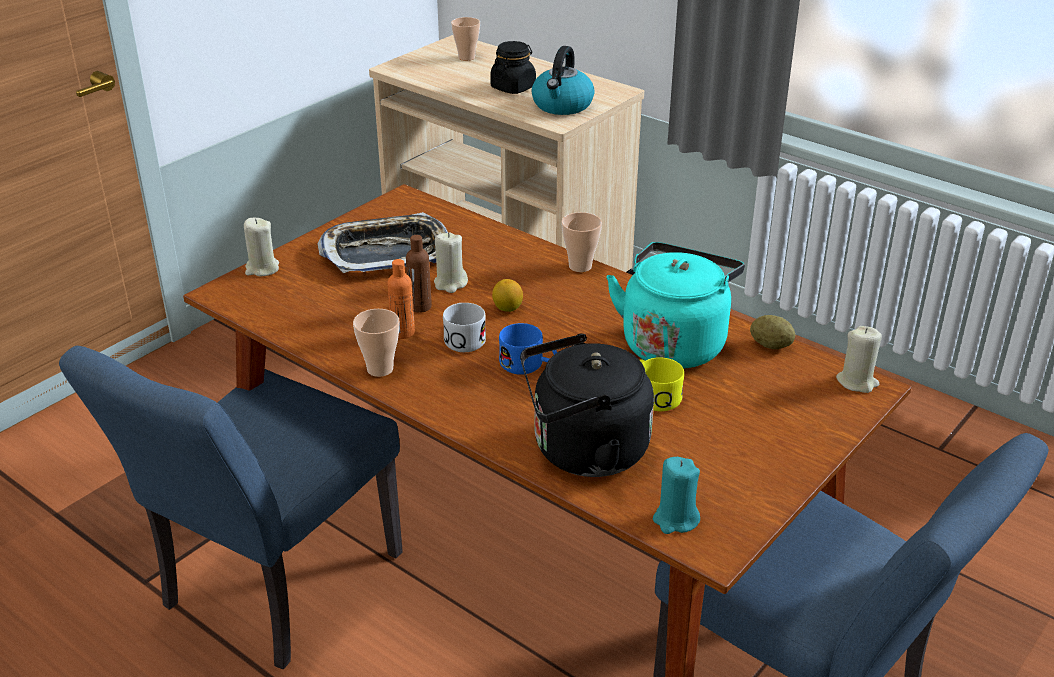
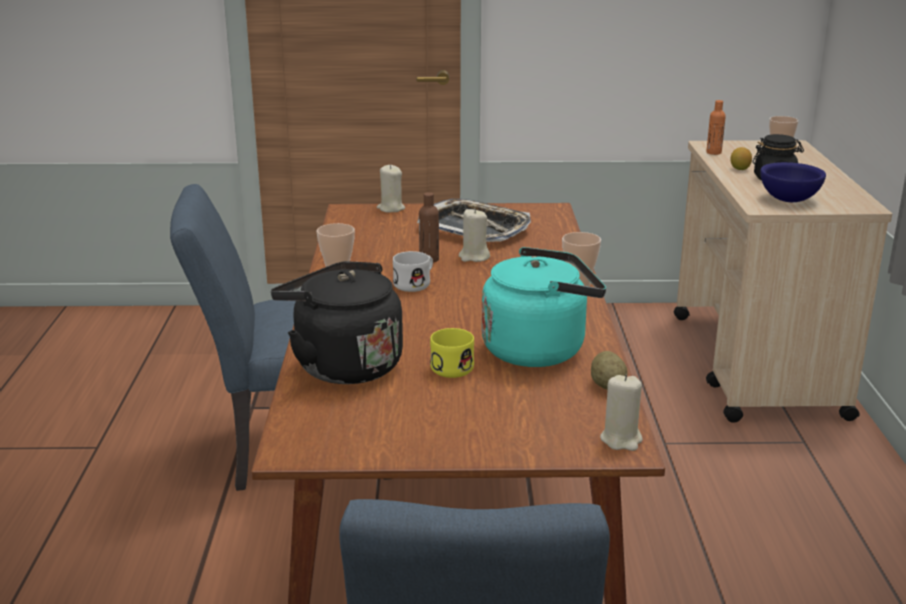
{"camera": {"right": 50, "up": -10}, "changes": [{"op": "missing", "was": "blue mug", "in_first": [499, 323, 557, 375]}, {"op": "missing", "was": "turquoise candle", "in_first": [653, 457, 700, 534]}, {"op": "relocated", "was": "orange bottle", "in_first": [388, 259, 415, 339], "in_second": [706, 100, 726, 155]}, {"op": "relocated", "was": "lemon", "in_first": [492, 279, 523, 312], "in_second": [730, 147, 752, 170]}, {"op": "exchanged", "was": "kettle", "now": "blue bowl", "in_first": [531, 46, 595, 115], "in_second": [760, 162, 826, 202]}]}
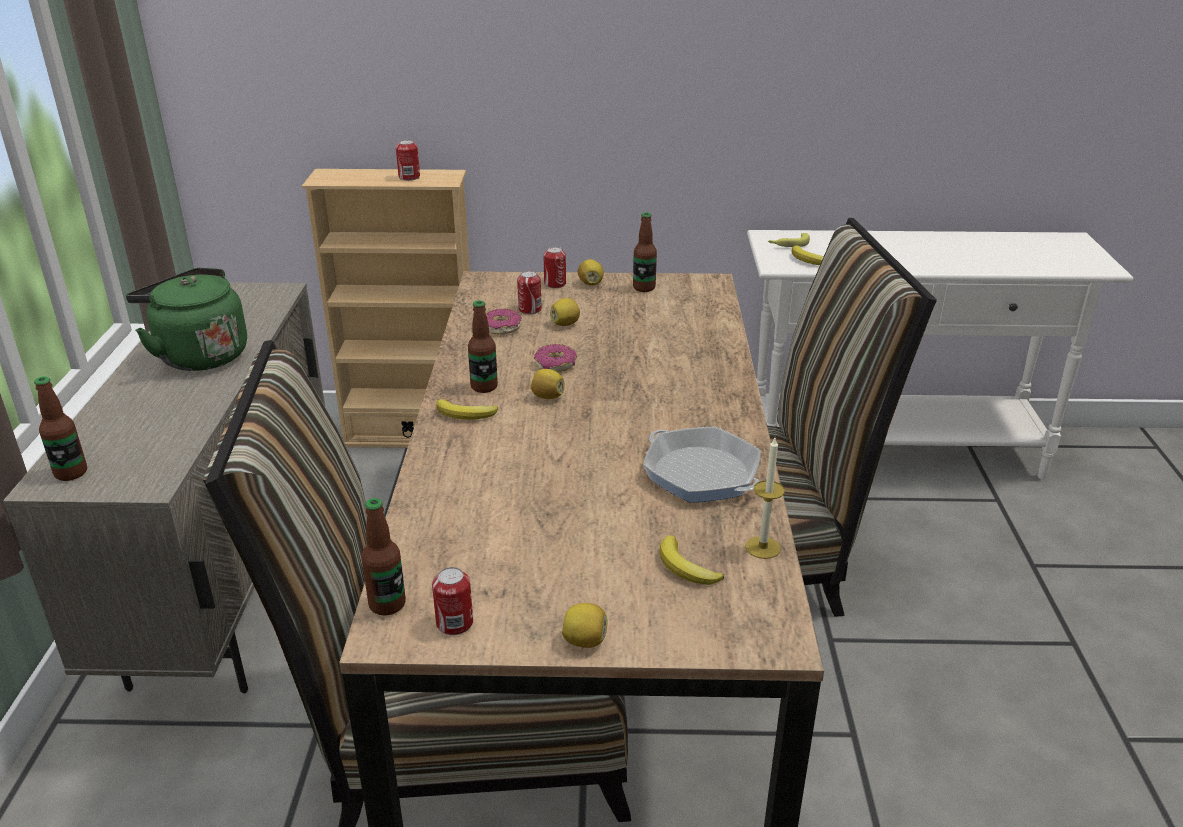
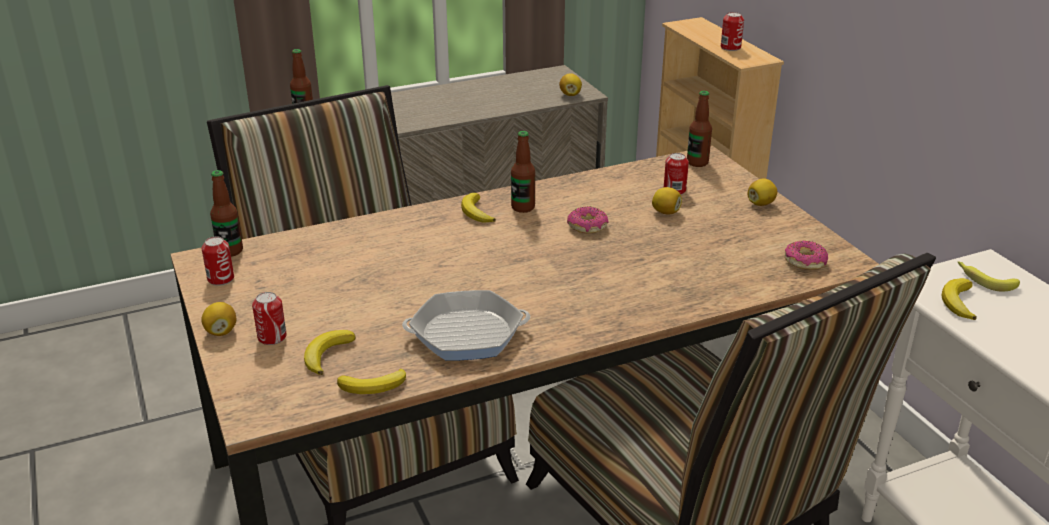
{"camera": {"right": 65, "up": 0}, "changes": [{"op": "missing", "was": "green kettle", "in_first": [126, 268, 247, 371]}, {"op": "relocated", "was": "donut", "in_first": [486, 309, 522, 334], "in_second": [785, 240, 828, 270]}, {"op": "relocated", "was": "lemon", "in_first": [531, 369, 564, 399], "in_second": [559, 73, 582, 96]}, {"op": "relocated", "was": "can", "in_first": [543, 247, 566, 288], "in_second": [252, 292, 287, 345]}, {"op": "relocated", "was": "bottle", "in_first": [633, 213, 657, 292], "in_second": [687, 91, 712, 167]}, {"op": "exchanged", "was": "candle", "now": "banana", "in_first": [745, 438, 785, 559], "in_second": [337, 369, 406, 394]}, {"op": "spun", "was": "frying pan", "in_first": [643, 426, 761, 503], "in_second": [402, 290, 530, 361], "clockwise": -120}]}
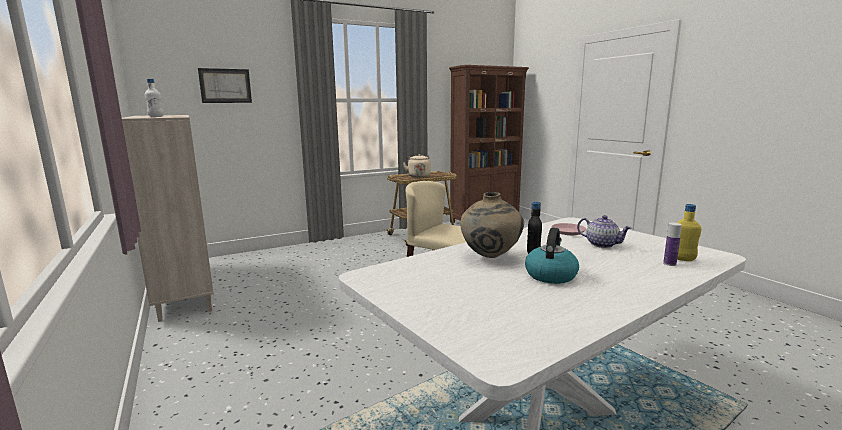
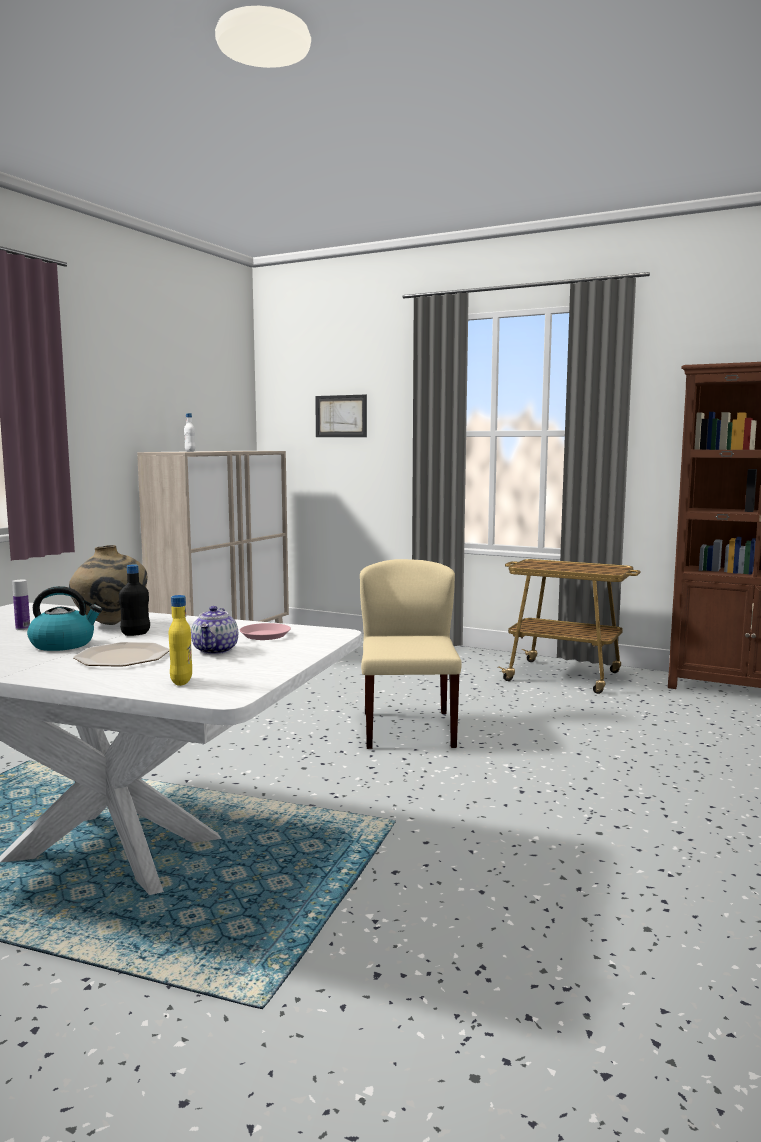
{"camera": {"right": 55, "up": -5}, "changes": [{"op": "missing", "was": "beige kettle", "in_first": [403, 154, 431, 177]}, {"op": "appeared", "now": "plate", "in_second": [73, 642, 170, 667]}, {"op": "relocated", "was": "bottle", "in_first": [663, 223, 682, 266], "in_second": [12, 580, 30, 630]}]}
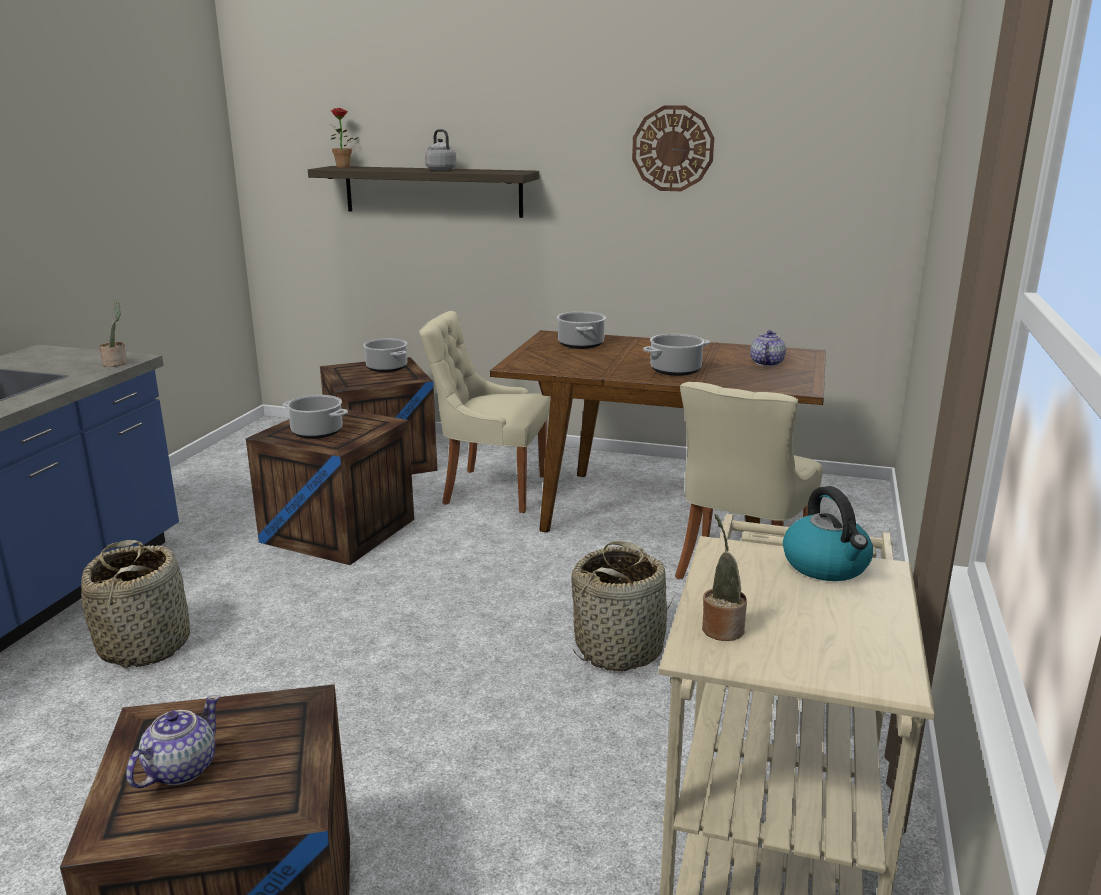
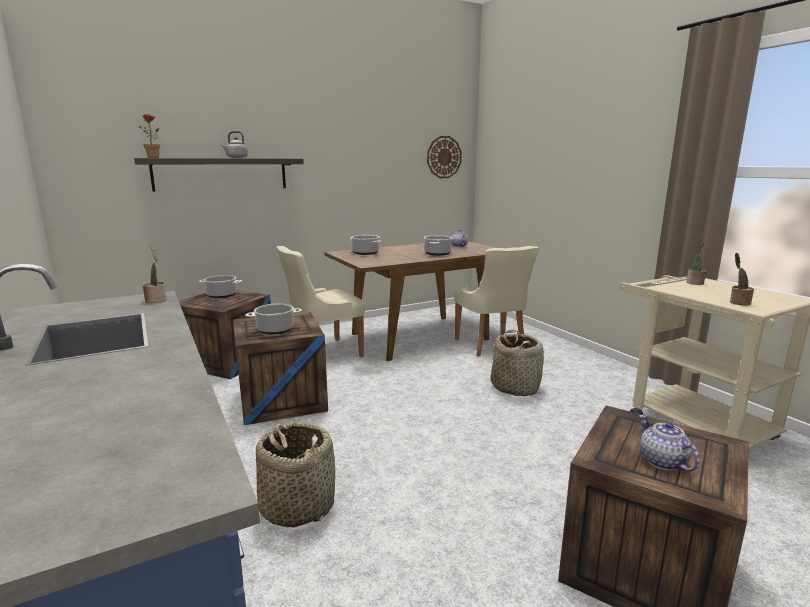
{"camera": {"right": -45, "up": -5}, "changes": [{"op": "relocated", "was": "wall clock", "in_first": [632, 106, 714, 191], "in_second": [427, 136, 462, 178]}, {"op": "exchanged", "was": "kettle", "now": "potted plant", "in_first": [783, 486, 873, 581], "in_second": [686, 242, 706, 285]}]}
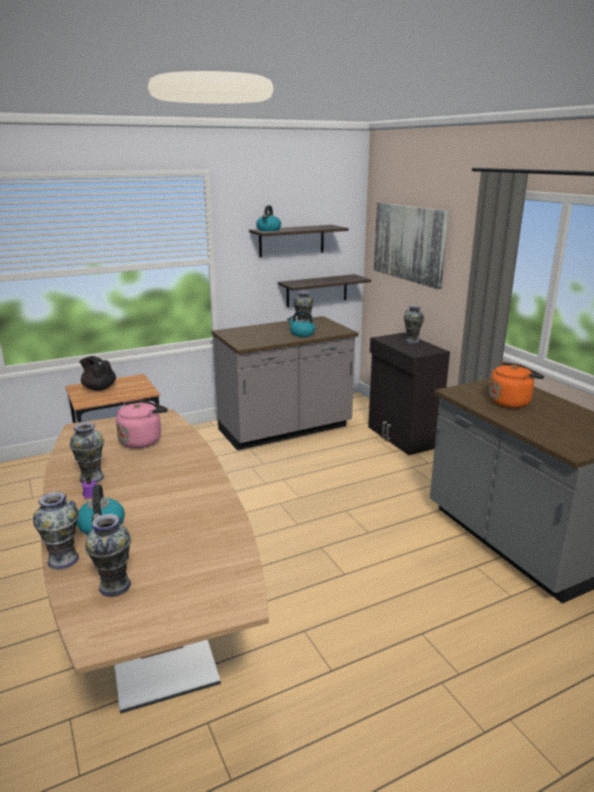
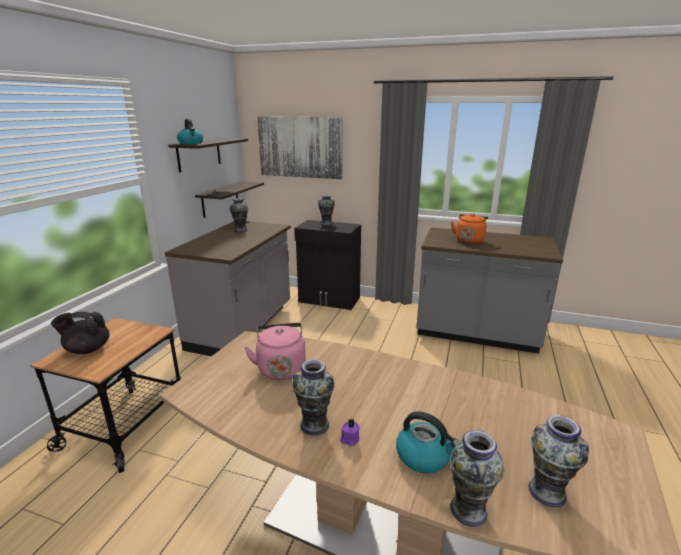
{"camera": {"right": -45, "up": 0}, "changes": [{"op": "missing", "was": "kettle", "in_first": [287, 310, 316, 337]}]}
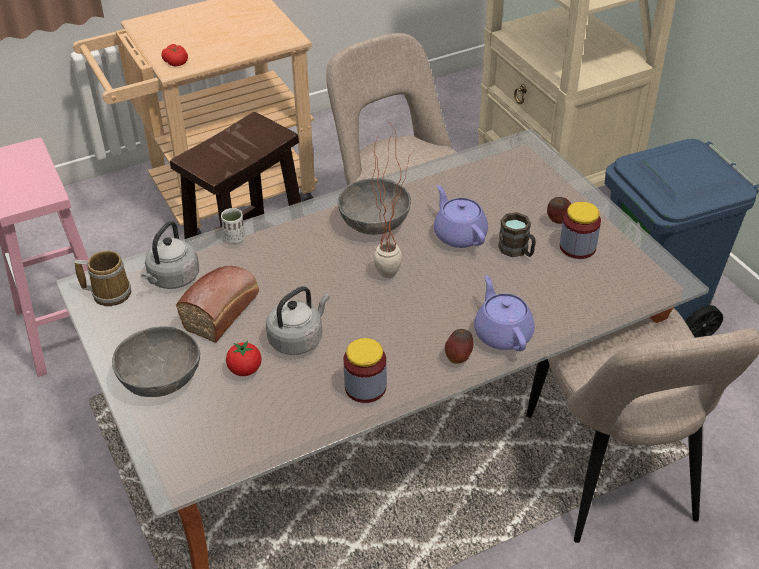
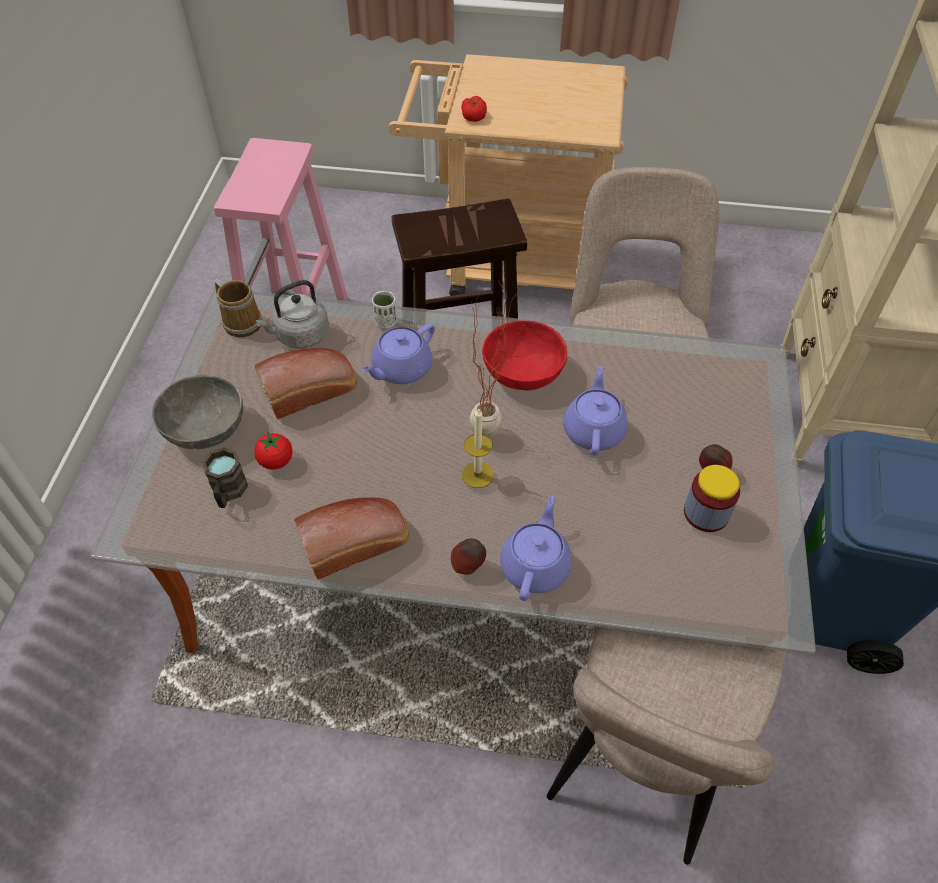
{"camera": {"right": 35, "up": 10}, "changes": [{"op": "missing", "was": "grey kettle", "in_first": [266, 286, 330, 355]}, {"op": "appeared", "now": "purple teapot", "in_second": [361, 323, 435, 384]}, {"op": "appeared", "now": "candle", "in_second": [462, 409, 494, 488]}, {"op": "relocated", "was": "brown mug", "in_first": [498, 212, 536, 257], "in_second": [202, 447, 248, 508]}, {"op": "exchanged", "was": "jar", "now": "bread", "in_first": [343, 338, 387, 403], "in_second": [294, 497, 409, 579]}, {"op": "colour", "was": "grey bowl", "now": "red bowl", "in_first": [338, 178, 411, 235], "in_second": [482, 321, 567, 390]}]}
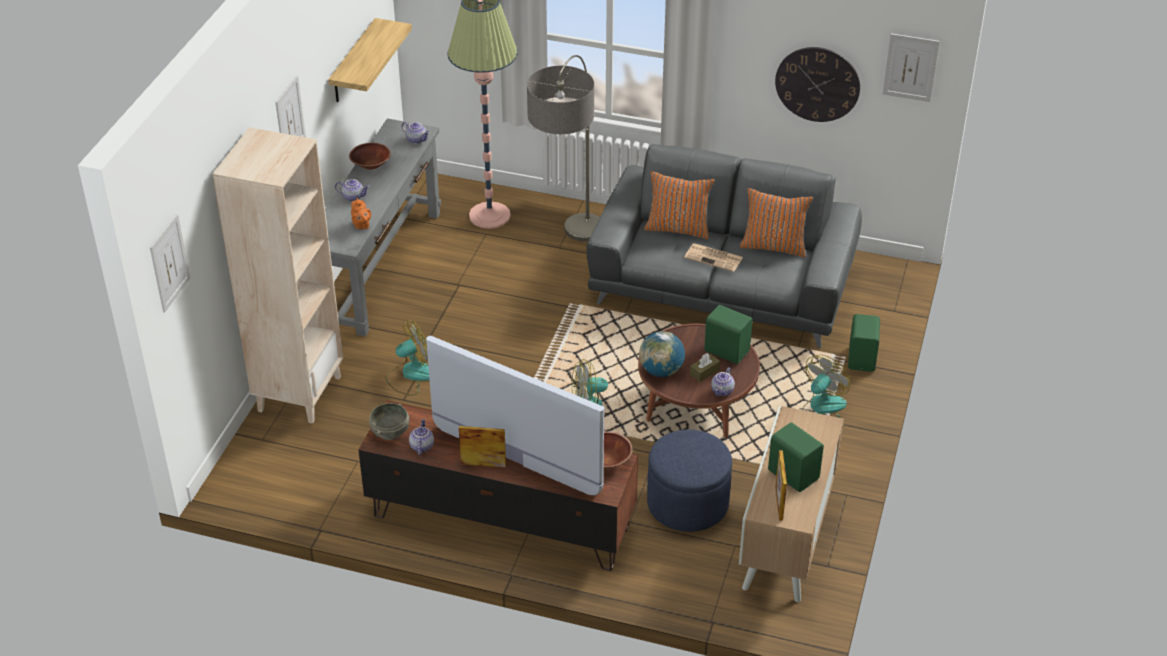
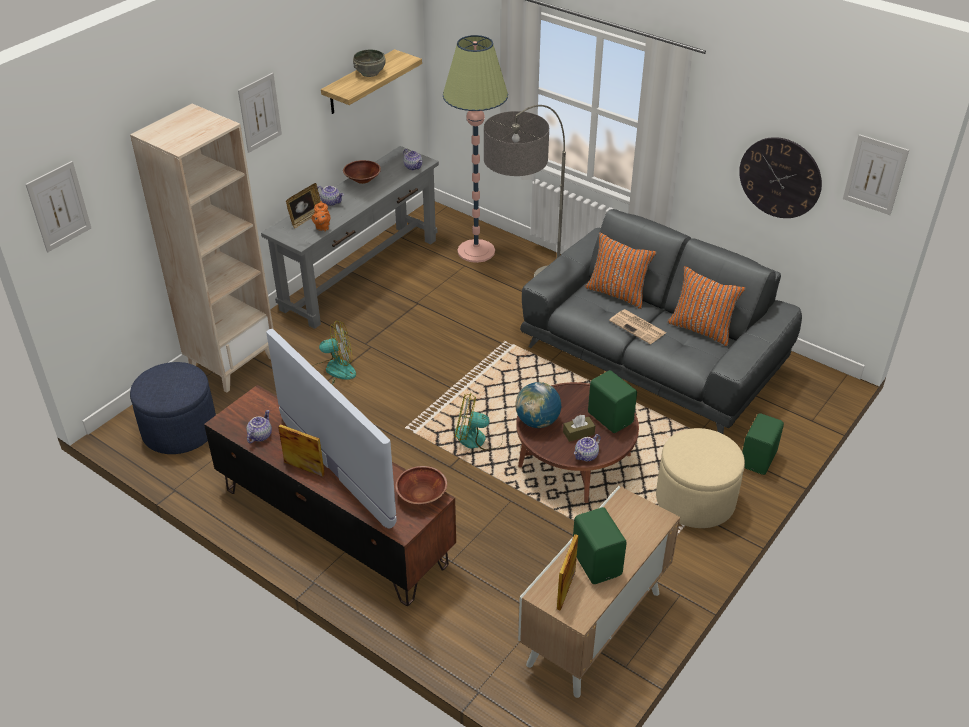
{"camera": {"right": 20, "up": 0}, "changes": [{"op": "appeared", "now": "picture frame", "in_second": [286, 183, 321, 228]}, {"op": "relocated", "was": "grey bowl", "in_first": [369, 403, 409, 440], "in_second": [353, 49, 385, 77]}, {"op": "relocated", "was": "blue ottoman", "in_first": [647, 430, 732, 532], "in_second": [130, 362, 216, 454]}, {"op": "exchanged", "was": "fan", "now": "beige ottoman", "in_first": [803, 355, 850, 427], "in_second": [656, 428, 745, 528]}]}
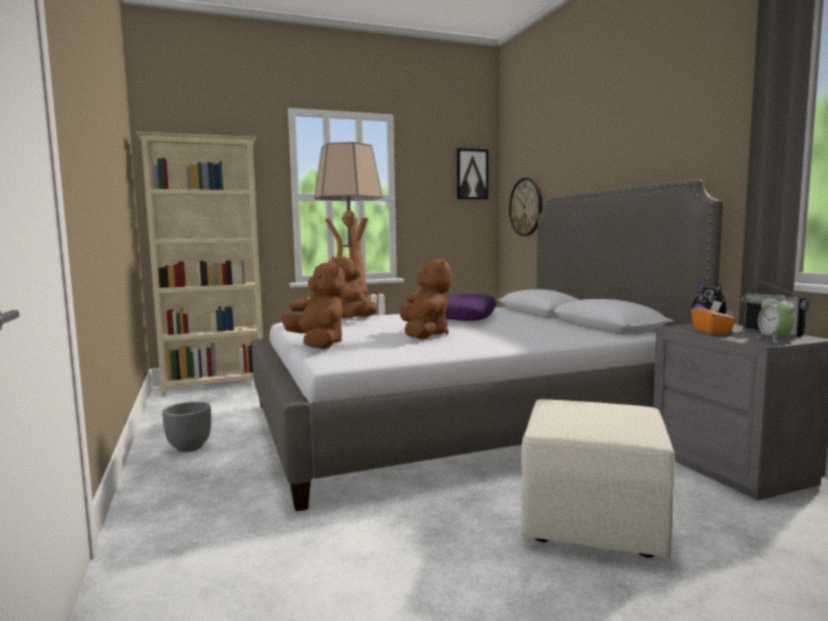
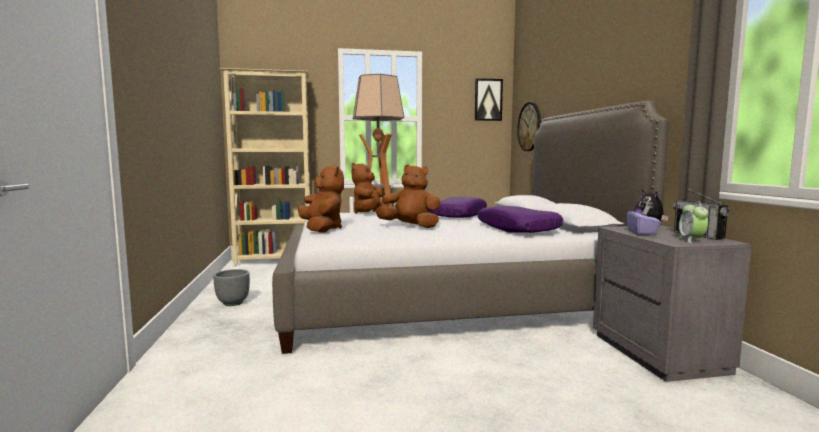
{"camera": {"right": 10, "up": 0}, "changes": [{"op": "missing", "was": "beige ottoman", "in_first": [521, 399, 675, 558]}, {"op": "appeared", "now": "purple pillow", "in_second": [478, 206, 563, 233]}, {"op": "colour", "was": "orange tissue box", "now": "purple tissue box", "in_first": [691, 301, 736, 335], "in_second": [627, 206, 661, 235]}, {"op": "spun", "was": "brown plush toy", "in_first": [400, 258, 451, 339], "in_second": [376, 164, 441, 228], "clockwise": -75}]}
